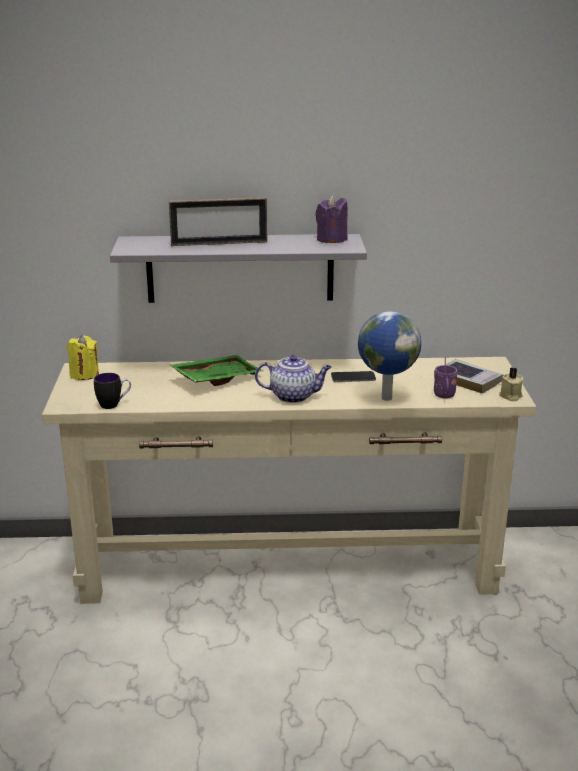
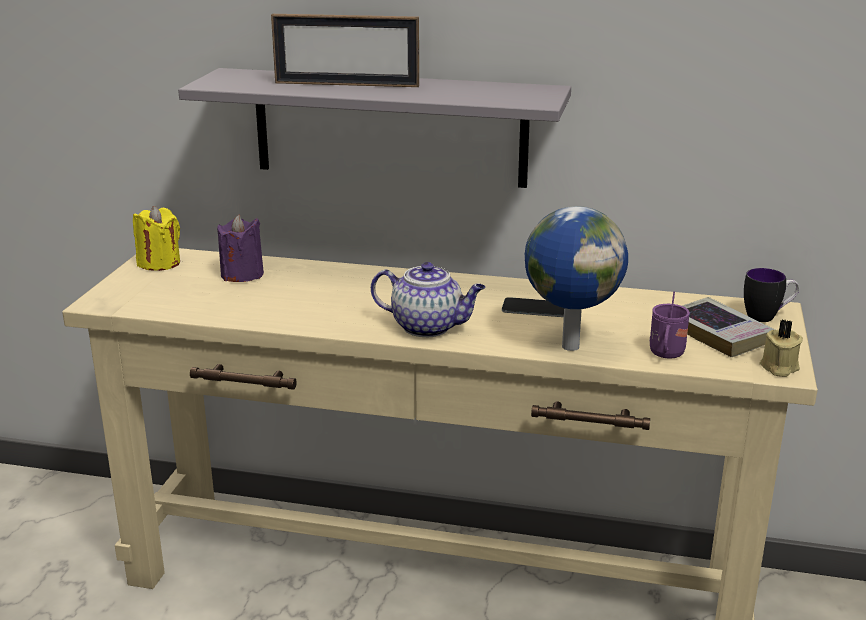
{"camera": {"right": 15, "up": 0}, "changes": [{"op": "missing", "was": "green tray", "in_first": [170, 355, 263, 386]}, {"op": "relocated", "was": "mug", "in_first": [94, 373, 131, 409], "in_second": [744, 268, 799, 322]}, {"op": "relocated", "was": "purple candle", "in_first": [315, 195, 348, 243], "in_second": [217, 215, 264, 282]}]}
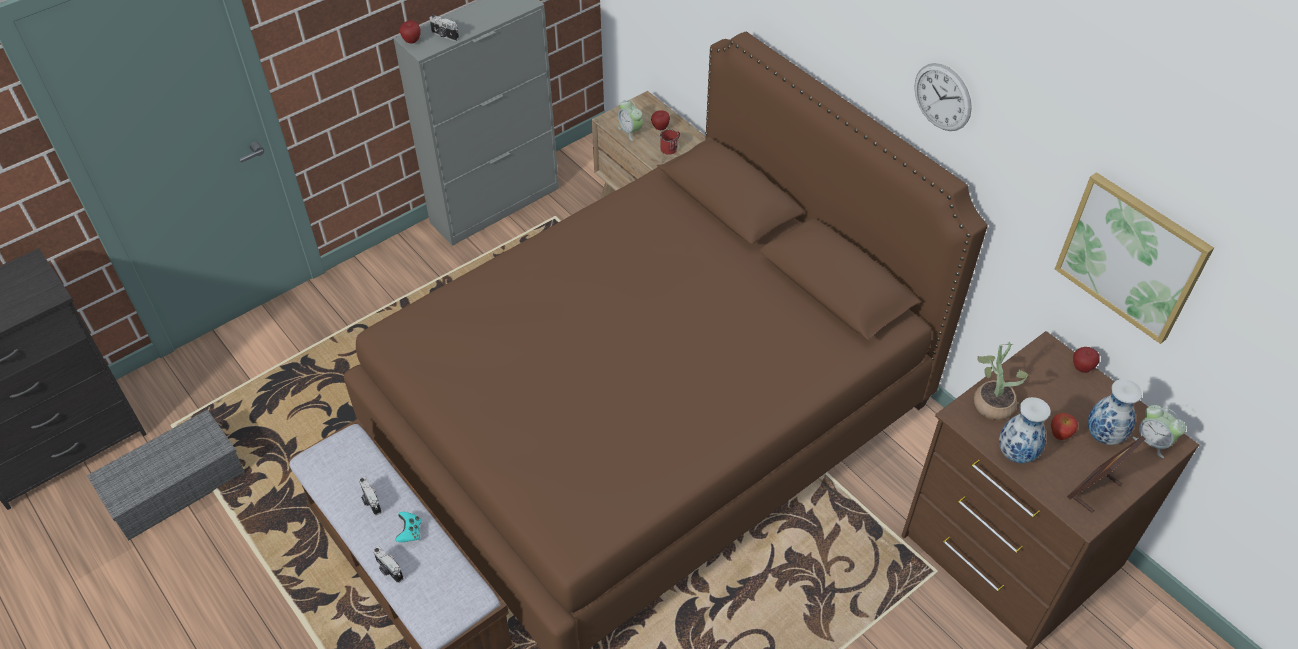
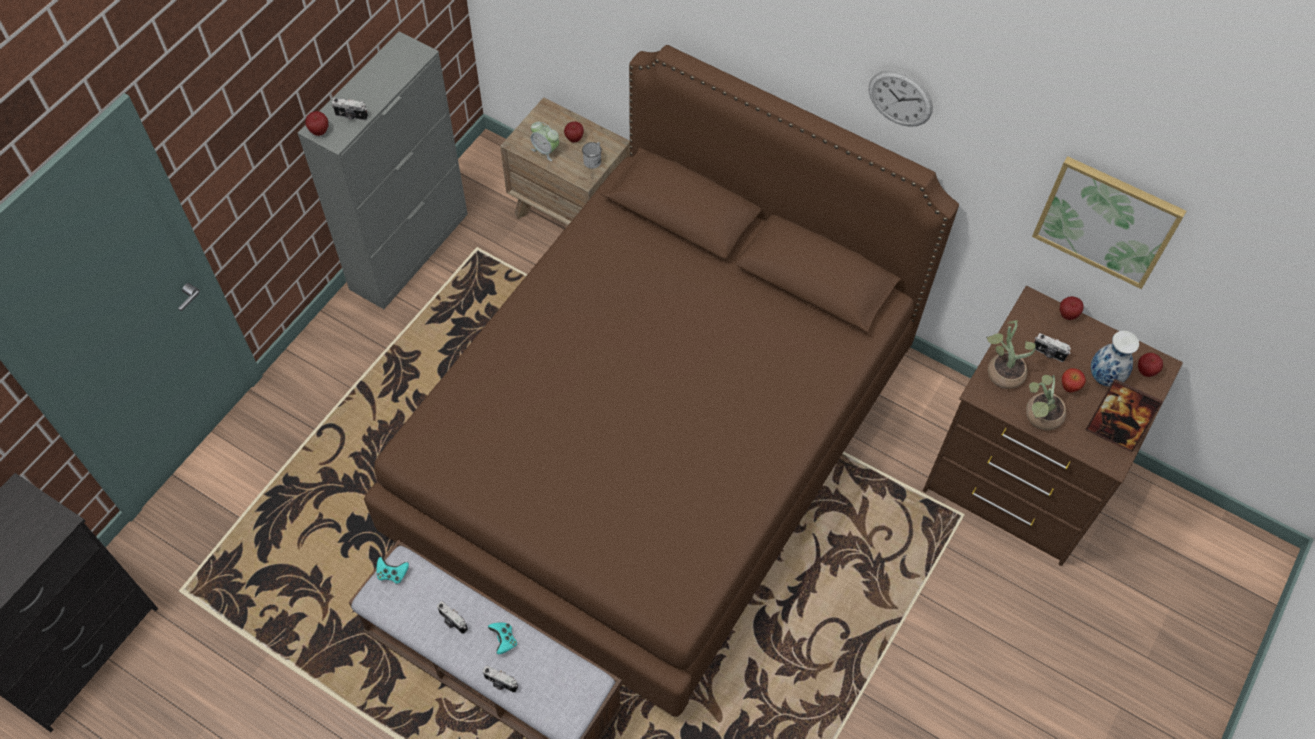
{"camera": {"right": -20, "up": 10}, "changes": [{"op": "missing", "was": "grey storage box", "in_first": [87, 409, 245, 541]}, {"op": "appeared", "now": "turquoise game controller", "in_second": [376, 557, 409, 584]}, {"op": "appeared", "now": "photo camera", "in_second": [1034, 333, 1071, 362]}, {"op": "exchanged", "was": "vase", "now": "potted plant", "in_first": [999, 397, 1051, 463], "in_second": [1026, 375, 1066, 430]}, {"op": "exchanged", "was": "alarm clock", "now": "apple", "in_first": [1132, 405, 1186, 458], "in_second": [1138, 353, 1163, 377]}, {"op": "colour", "was": "red mug", "now": "white mug", "in_first": [660, 129, 680, 155], "in_second": [582, 142, 602, 169]}, {"op": "spun", "was": "picture frame", "in_first": [1067, 436, 1146, 513], "in_second": [1086, 379, 1163, 452], "clockwise": -90}]}
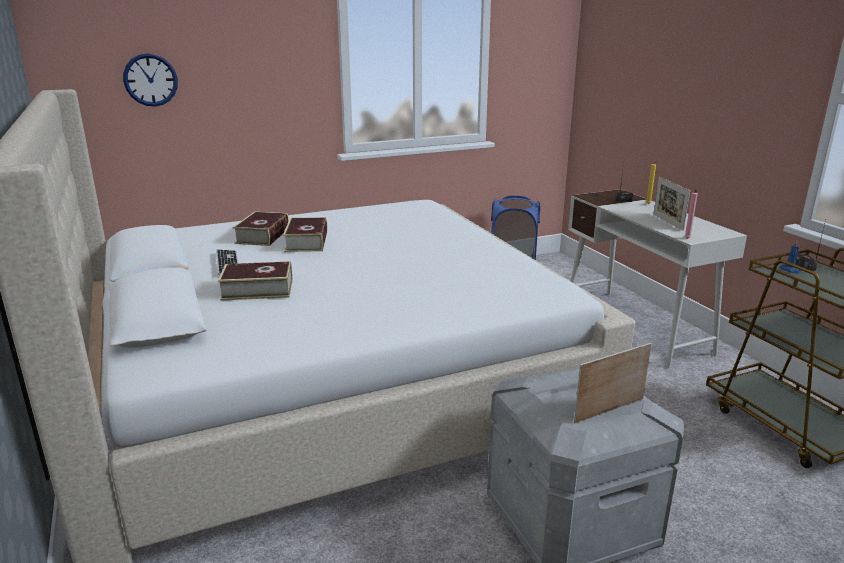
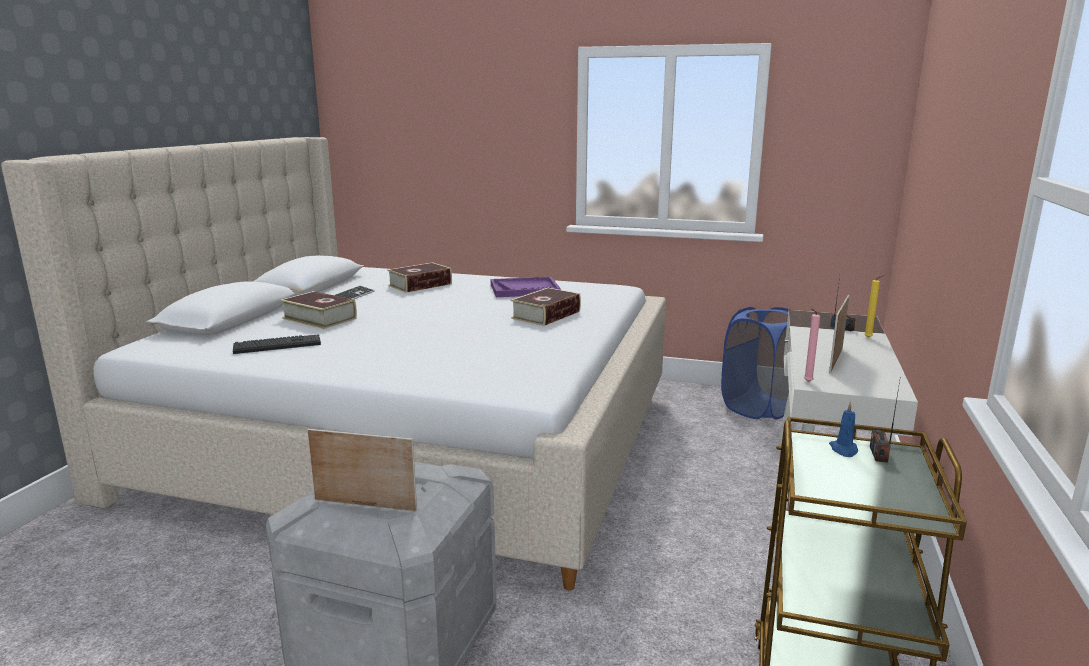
{"camera": {"right": 40, "up": -5}, "changes": [{"op": "missing", "was": "wall clock", "in_first": [123, 53, 178, 107]}, {"op": "appeared", "now": "keyboard", "in_second": [233, 335, 321, 354]}, {"op": "appeared", "now": "purple tray", "in_second": [491, 277, 561, 297]}, {"op": "relocated", "was": "book", "in_first": [283, 217, 327, 252], "in_second": [511, 288, 581, 326]}]}
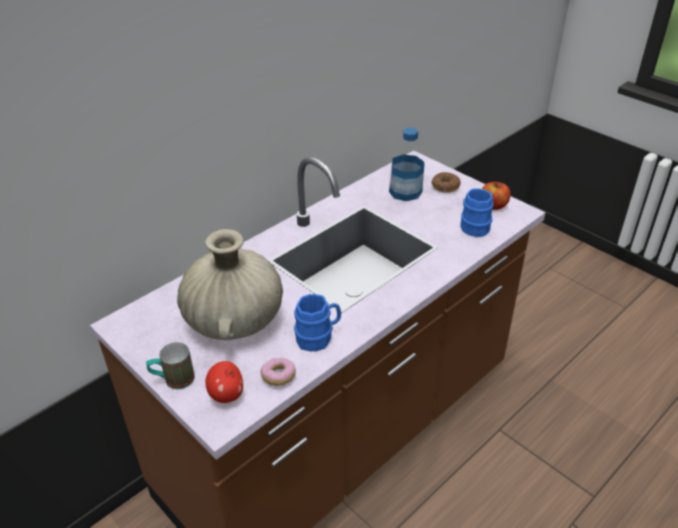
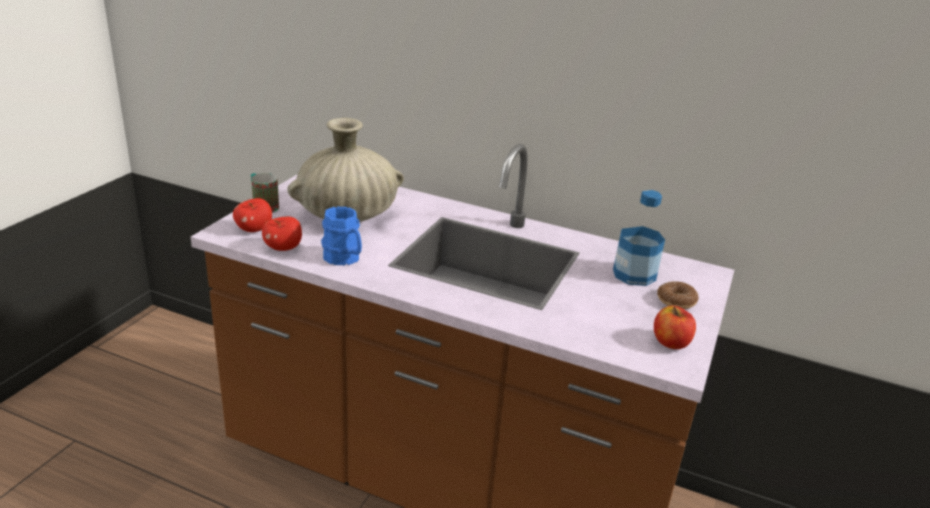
{"camera": {"right": 65, "up": -10}, "changes": [{"op": "missing", "was": "blue mug", "in_first": [460, 188, 494, 237]}, {"op": "exchanged", "was": "donut", "now": "apple", "in_first": [261, 358, 296, 386], "in_second": [262, 217, 302, 251]}]}
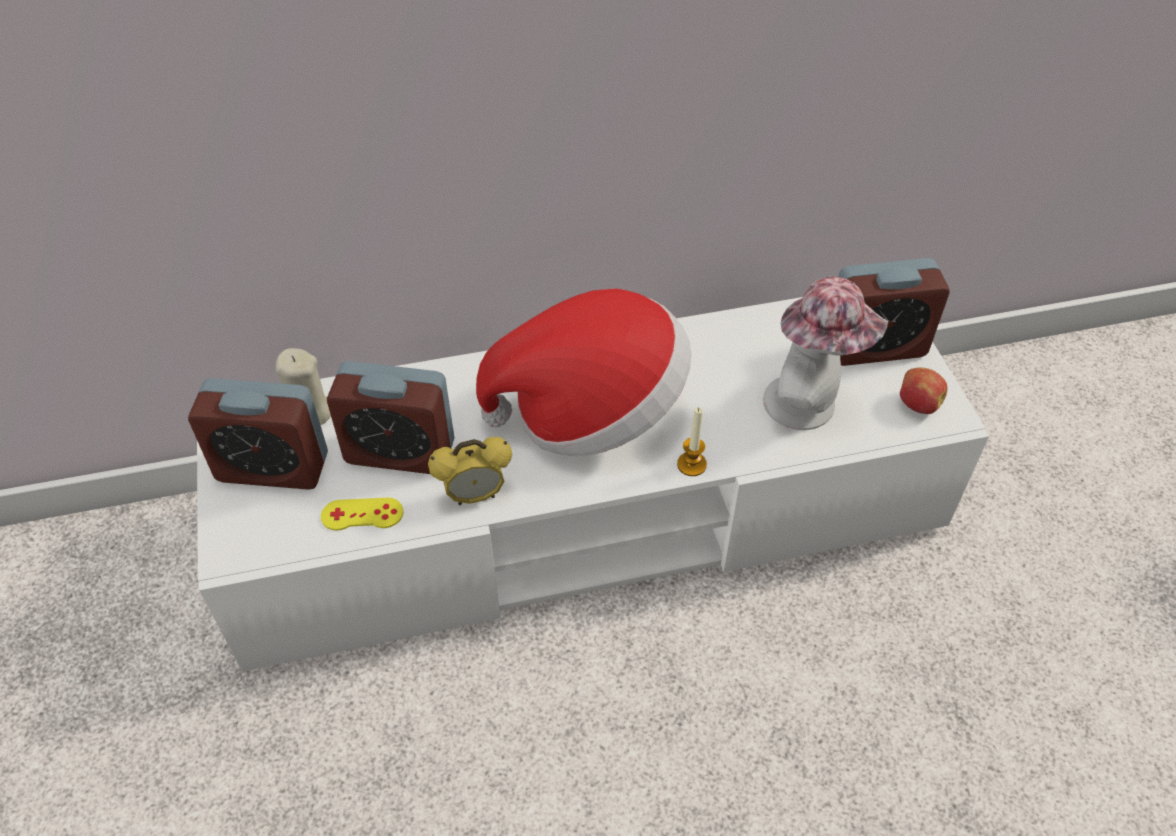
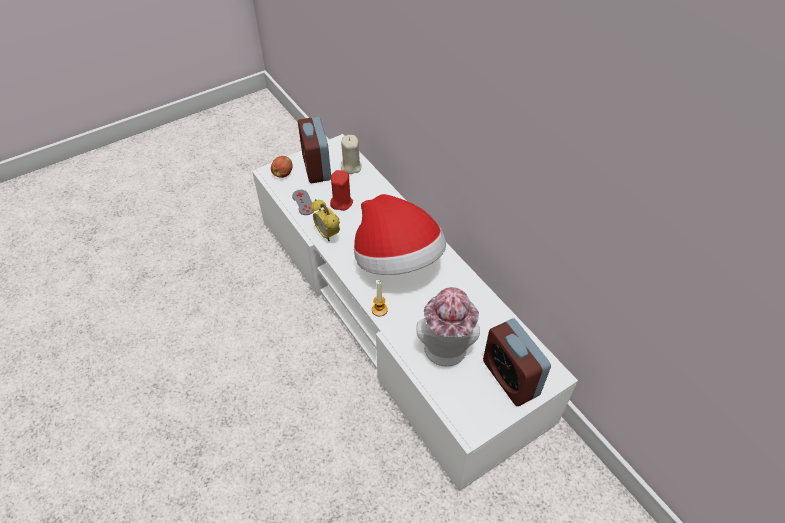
{"camera": {"right": 70, "up": 0}, "changes": [{"op": "relocated", "was": "apple", "in_first": [900, 367, 948, 414], "in_second": [271, 156, 293, 178]}, {"op": "exchanged", "was": "alarm clock", "now": "red candle", "in_first": [327, 361, 455, 474], "in_second": [330, 170, 353, 211]}, {"op": "colour", "was": "yellow game controller", "now": "grey game controller", "in_first": [321, 498, 404, 531], "in_second": [292, 190, 314, 215]}]}
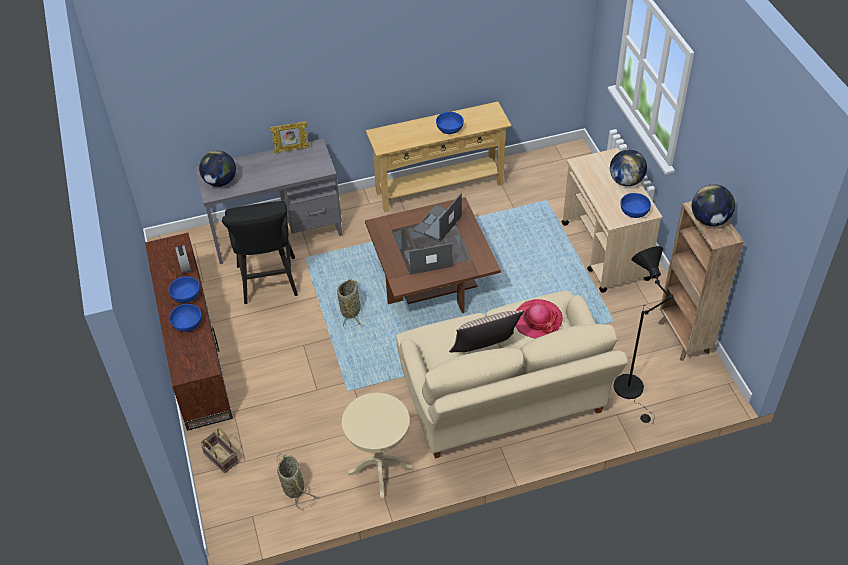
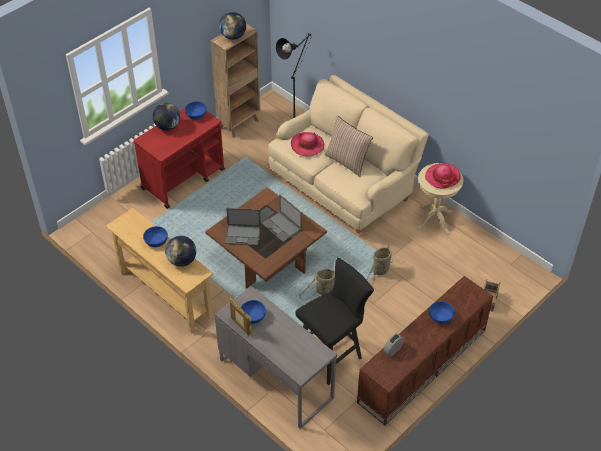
{"camera": {"right": -120, "up": 0}, "changes": [{"op": "appeared", "now": "hat", "in_second": [425, 163, 461, 188]}, {"op": "relocated", "was": "blue bowl", "in_first": [169, 277, 200, 303], "in_second": [241, 300, 266, 324]}, {"op": "relocated", "was": "globe", "in_first": [199, 150, 236, 187], "in_second": [165, 236, 196, 267]}, {"op": "relocated", "was": "basket", "in_first": [277, 453, 317, 510], "in_second": [366, 245, 393, 284]}, {"op": "colour", "was": "beige cart", "now": "red cart", "in_first": [562, 148, 662, 293], "in_second": [133, 108, 225, 209]}]}
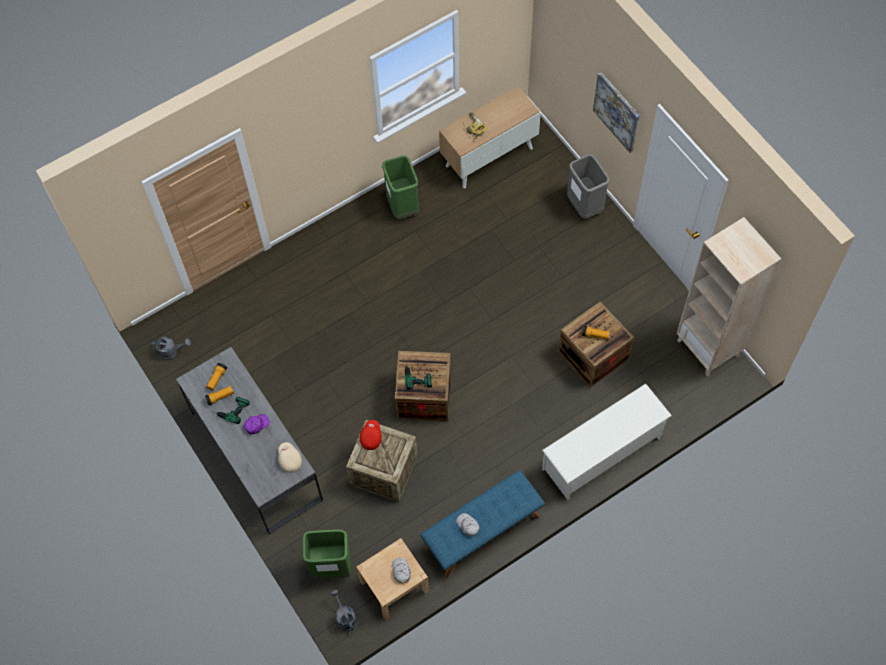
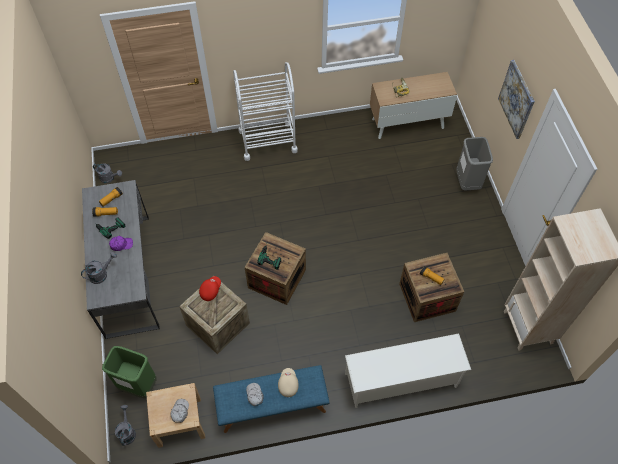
{"camera": {"right": 20, "up": -5}, "changes": [{"op": "missing", "was": "green trash can", "in_first": [382, 155, 419, 219]}, {"op": "appeared", "now": "grey watering can", "in_second": [81, 252, 117, 284]}, {"op": "appeared", "now": "white cart", "in_second": [233, 62, 298, 161]}, {"op": "relocated", "was": "beige cap", "in_first": [278, 442, 302, 473], "in_second": [278, 368, 299, 397]}]}
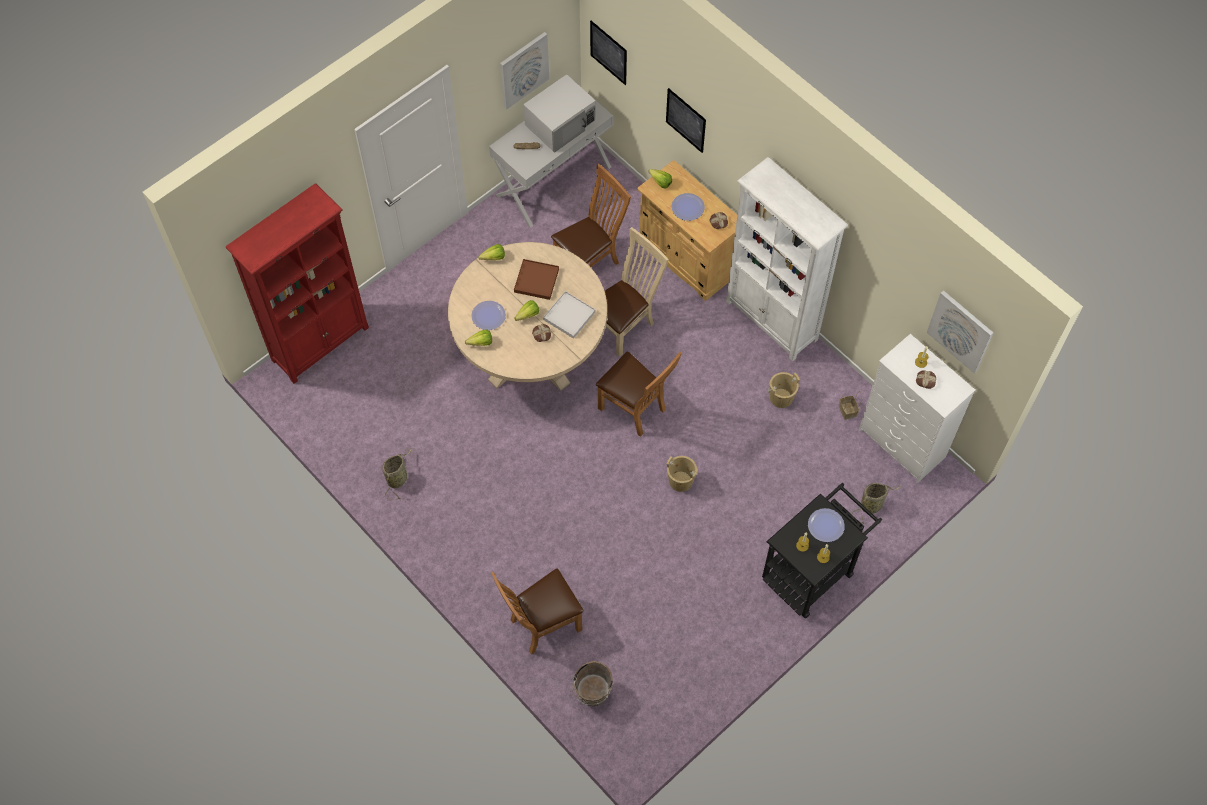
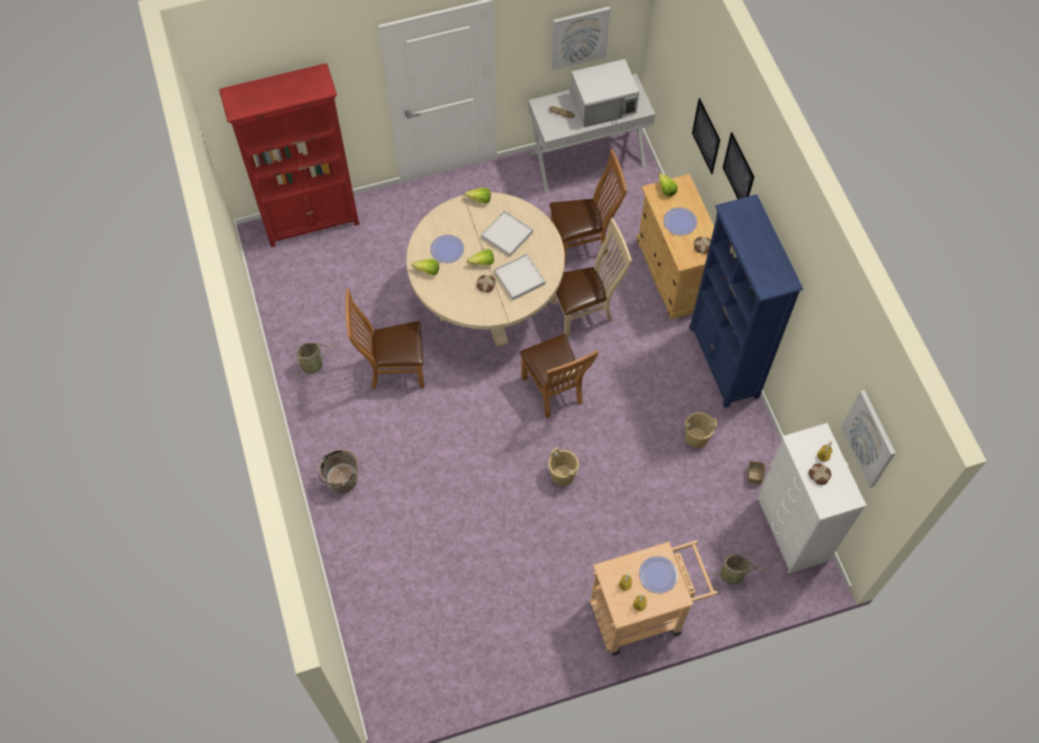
{"camera": {"right": 25, "up": 0}, "changes": [{"op": "relocated", "was": "brown chair", "in_first": [491, 568, 584, 655], "in_second": [346, 289, 425, 389]}, {"op": "relocated", "was": "brown bucket", "in_first": [571, 661, 614, 706], "in_second": [316, 449, 358, 493]}, {"op": "relocated", "was": "picture", "in_first": [590, 21, 627, 85], "in_second": [723, 132, 754, 199]}, {"op": "colour", "was": "brown tray", "now": "white tray", "in_first": [514, 259, 559, 300], "in_second": [481, 211, 533, 256]}, {"op": "colour", "was": "white bookcase", "now": "blue bookcase", "in_first": [726, 157, 848, 362], "in_second": [689, 194, 803, 408]}, {"op": "colour", "was": "black cart", "now": "beige cart", "in_first": [762, 483, 882, 618], "in_second": [590, 541, 718, 655]}]}
